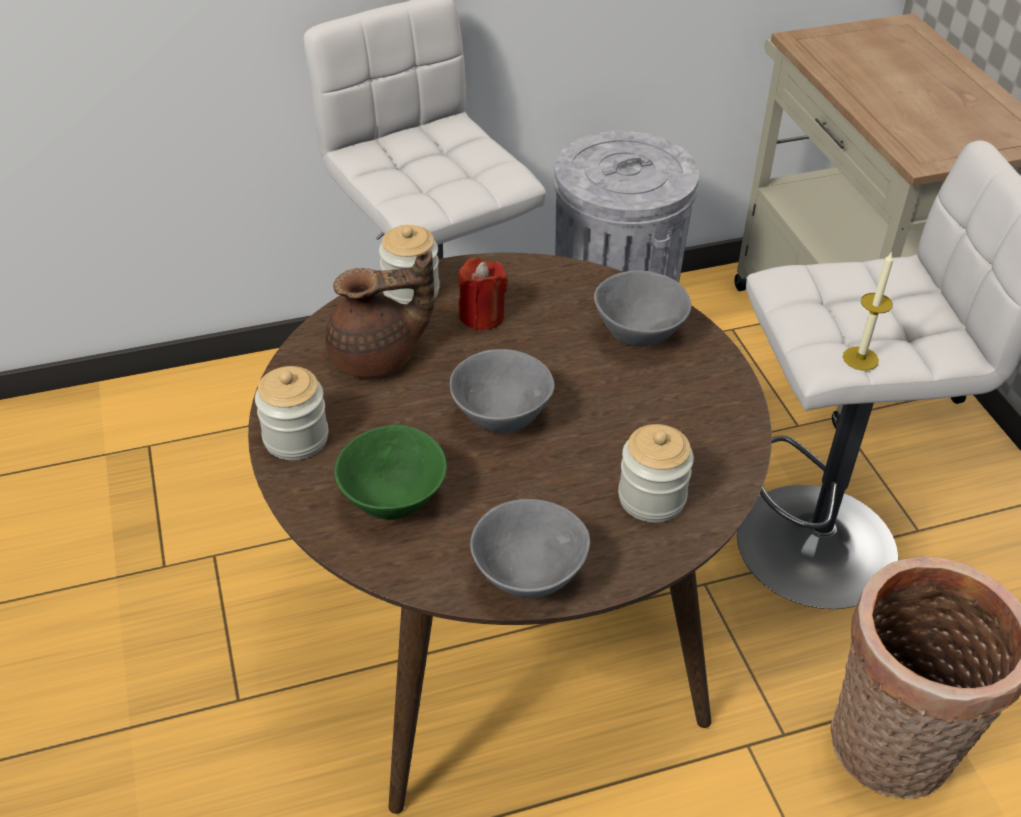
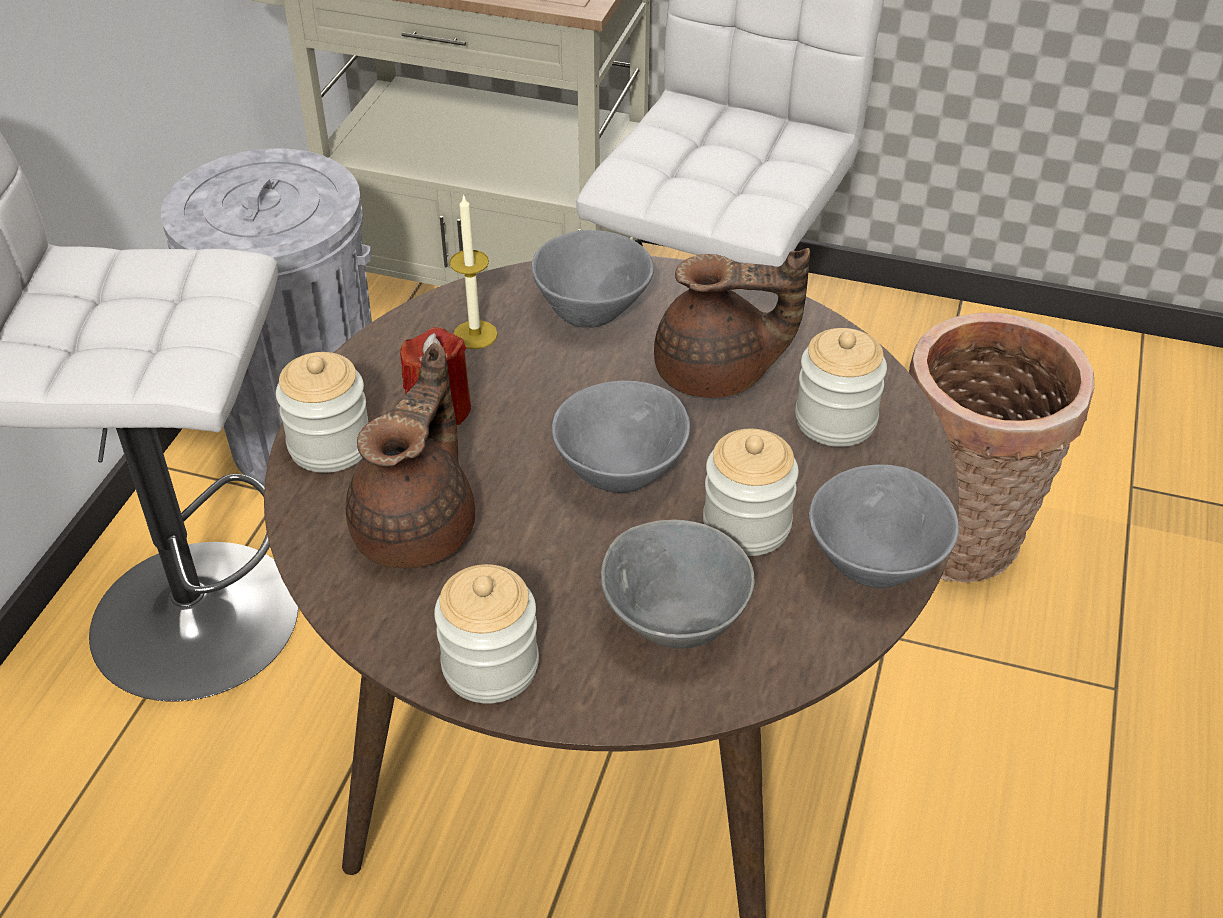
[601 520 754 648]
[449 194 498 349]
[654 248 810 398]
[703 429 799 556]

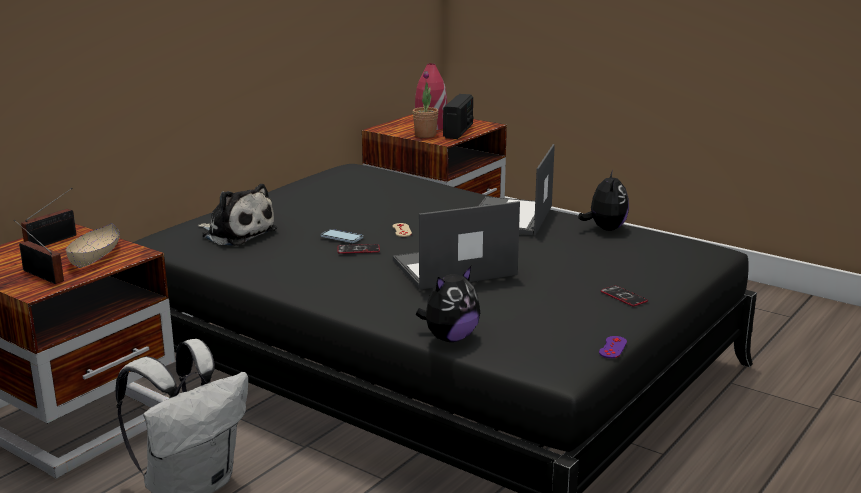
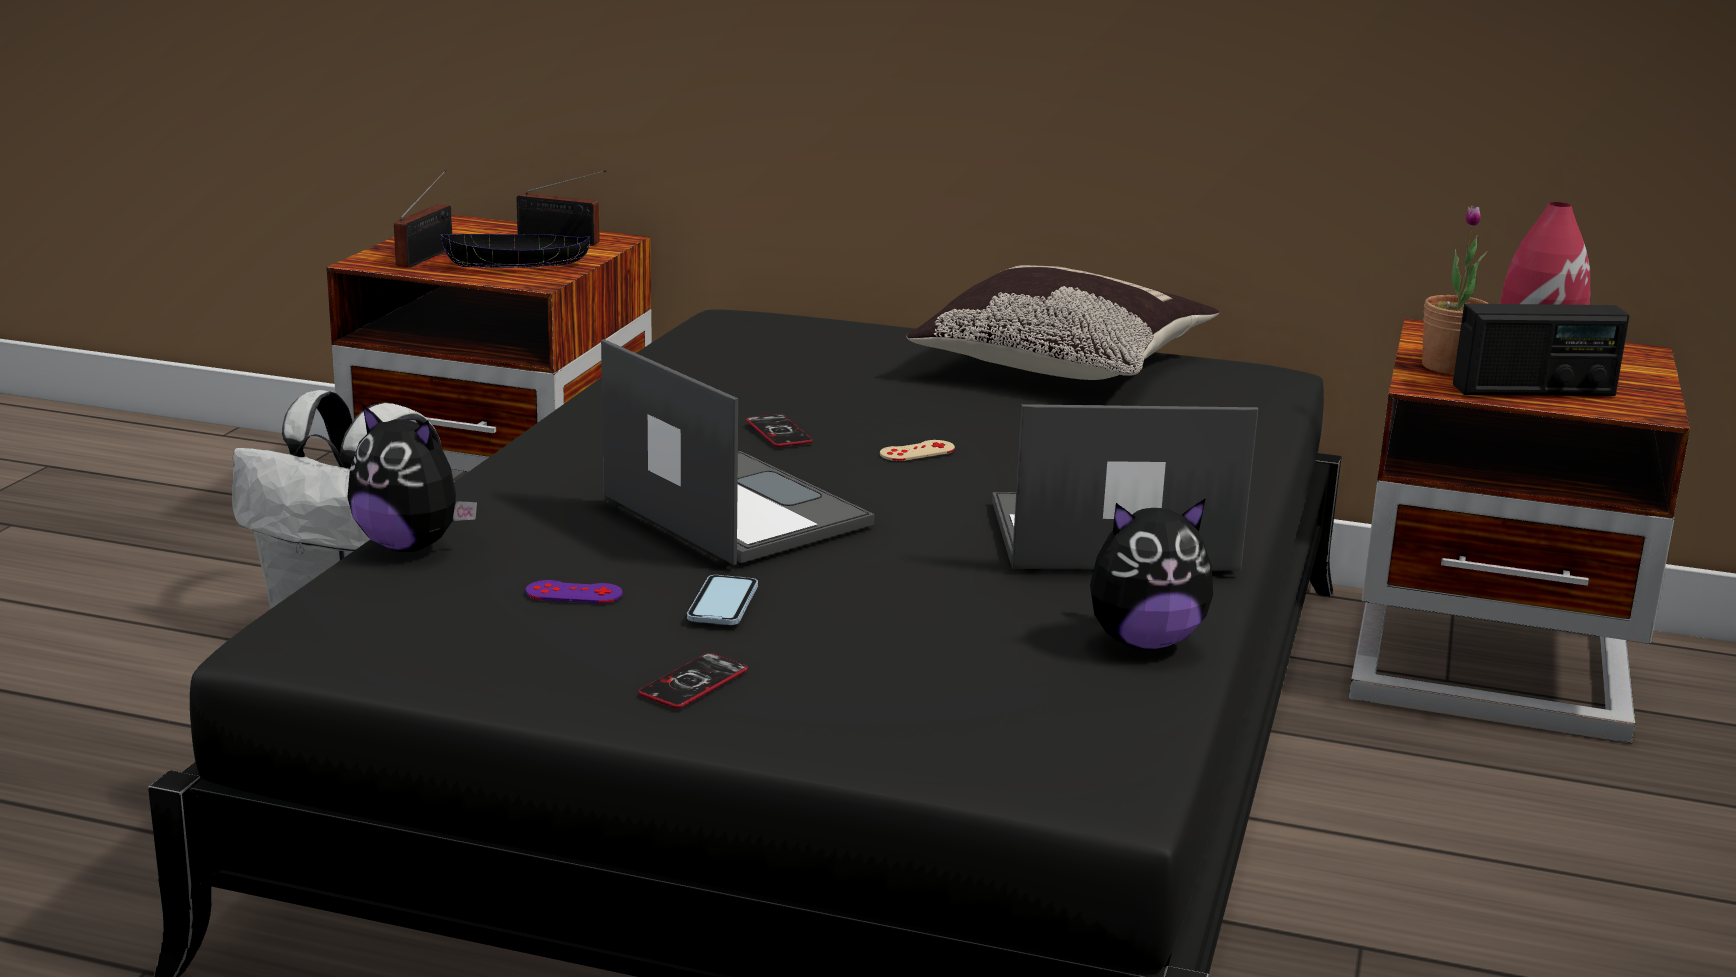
[441 234 590 268]
[198 184 277 246] (first image)
[687 575 758 625]
[525 580 623 603]
[906 265 1219 380]

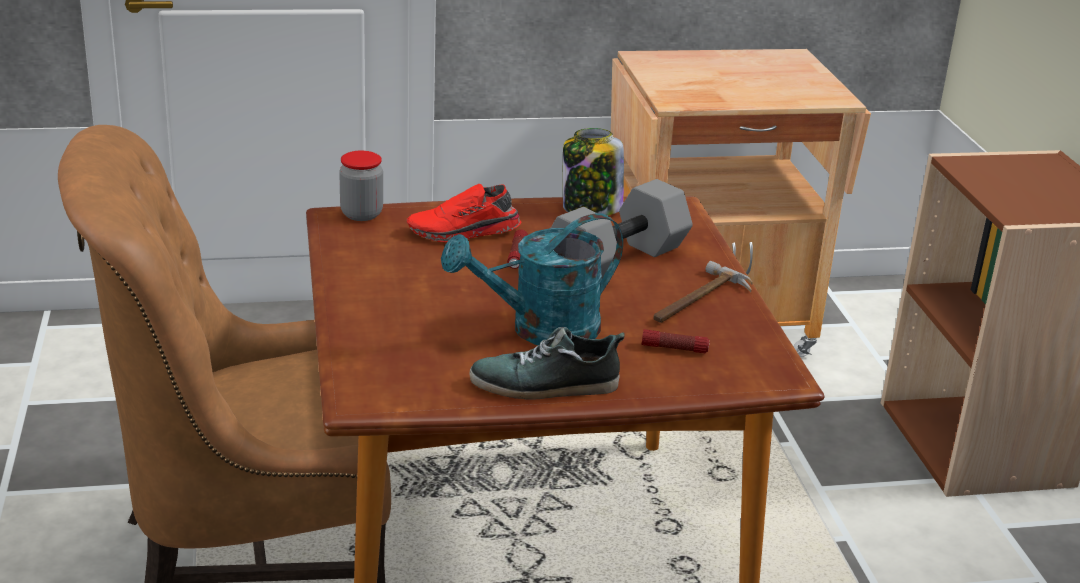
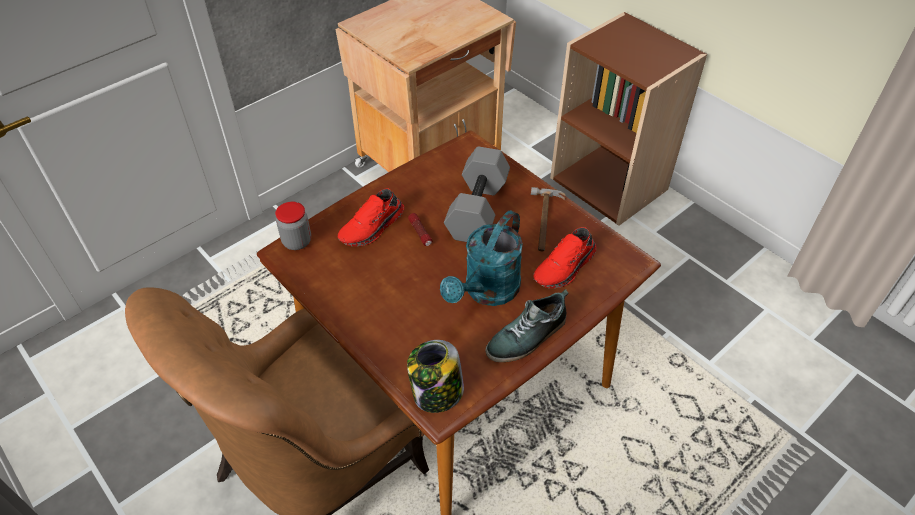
[407 340 464 413]
[533 227 596 288]

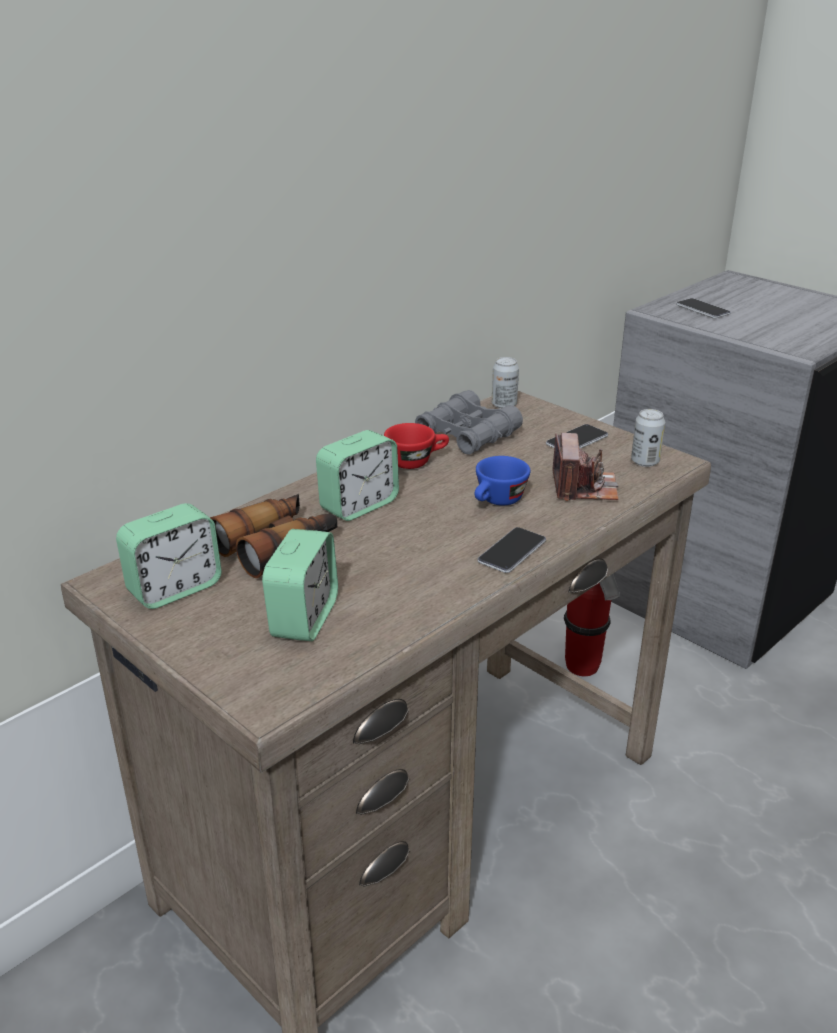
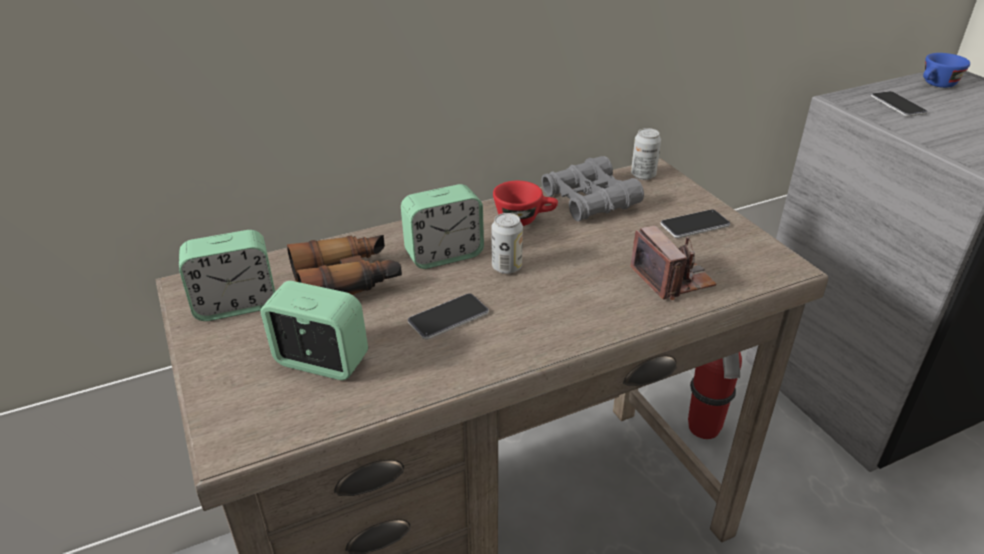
[260 281 368 380]
[923 53 970 88]
[408 293 489 340]
[630 226 717 300]
[492 213 523 274]

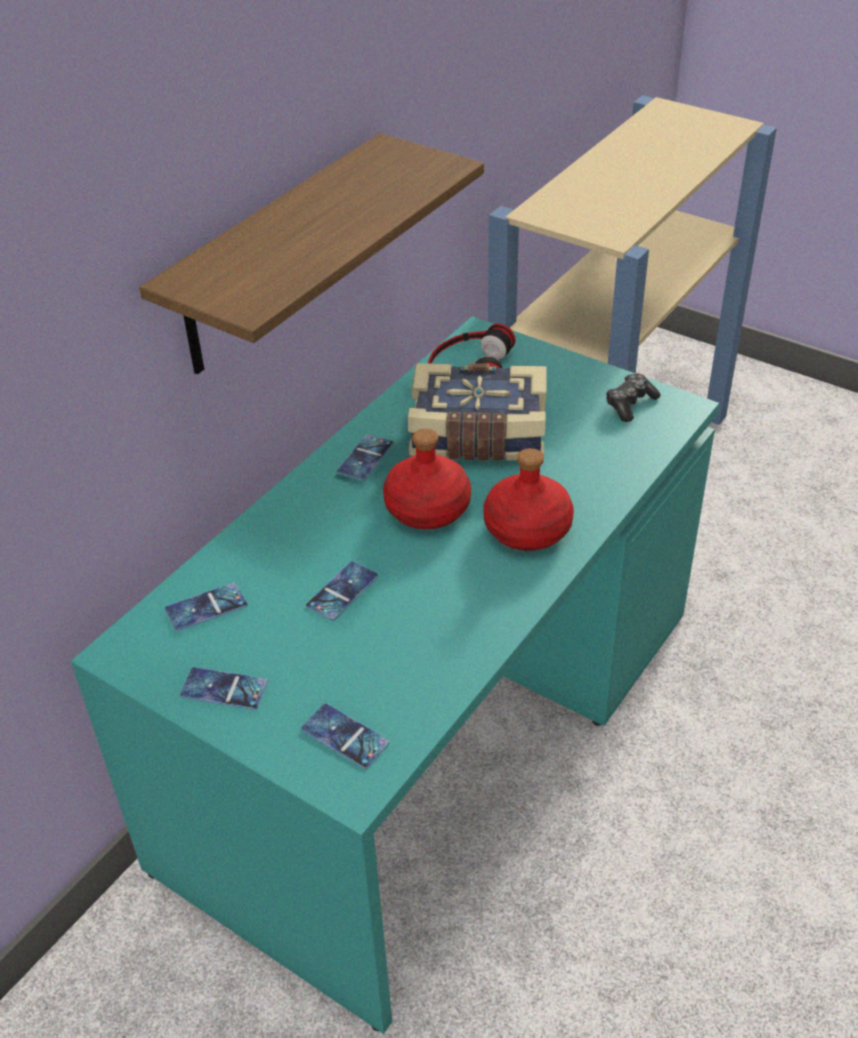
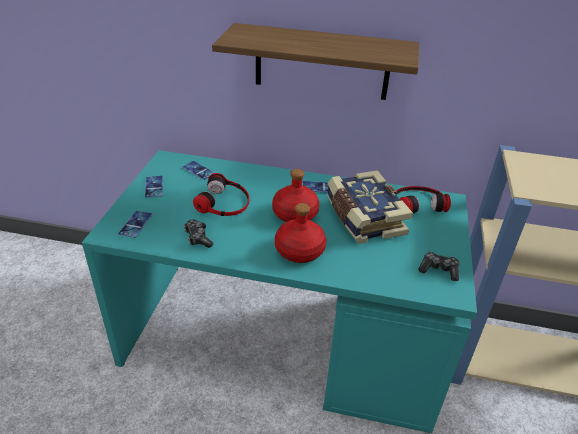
[193 173 249 216]
[184 220 213 248]

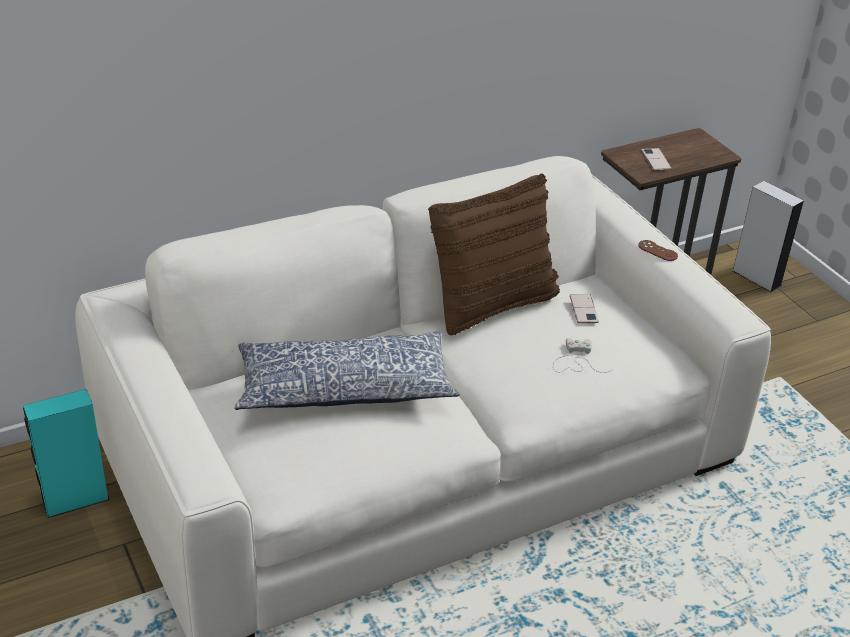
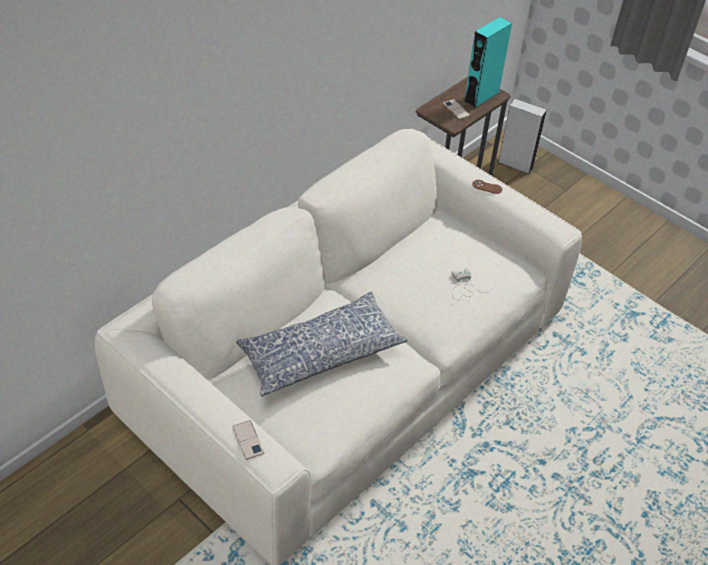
[463 17 512 108]
[428 173 560 335] (first image)
[233 420 264 460]

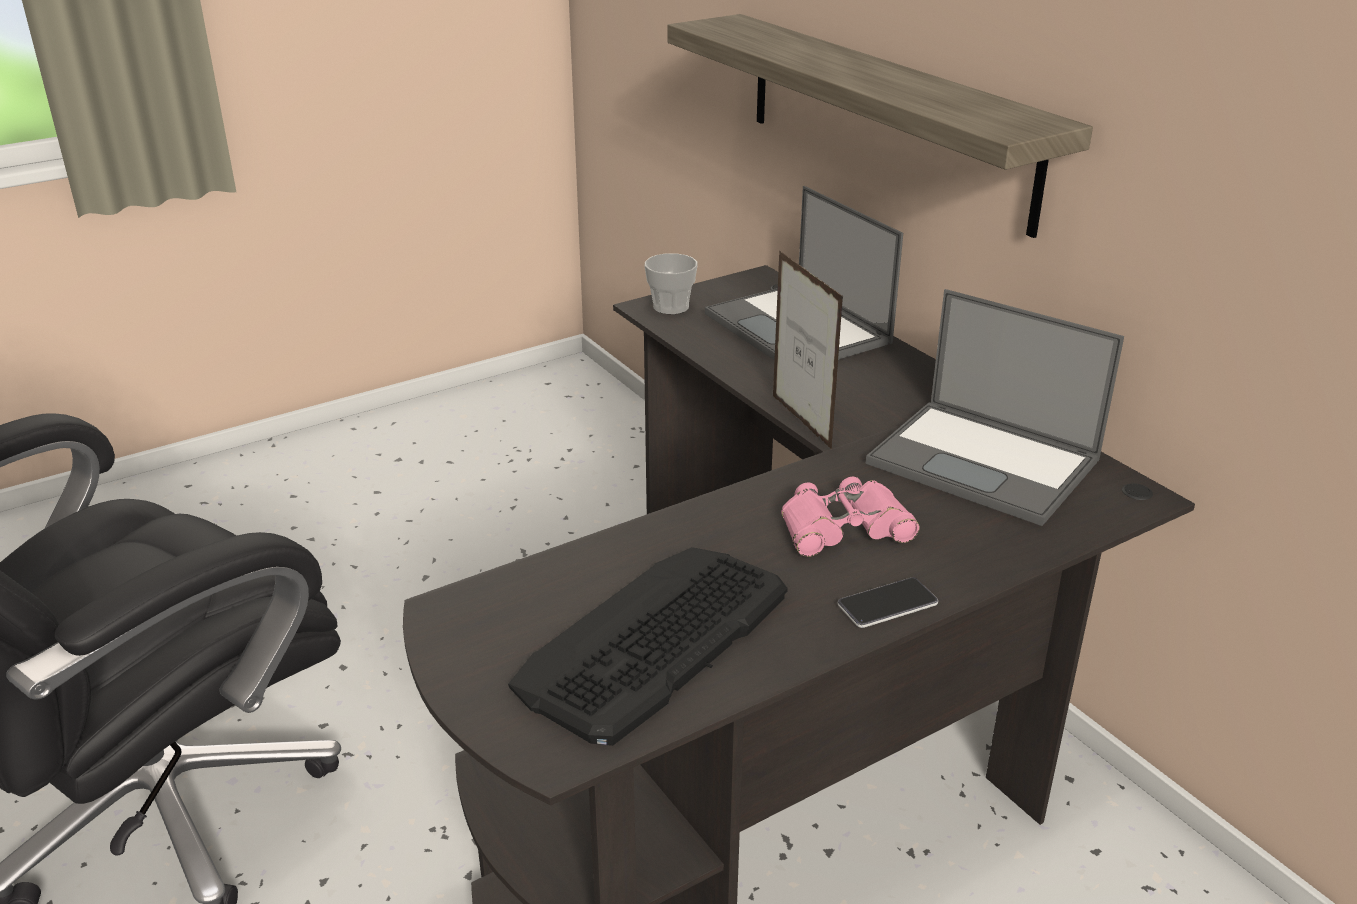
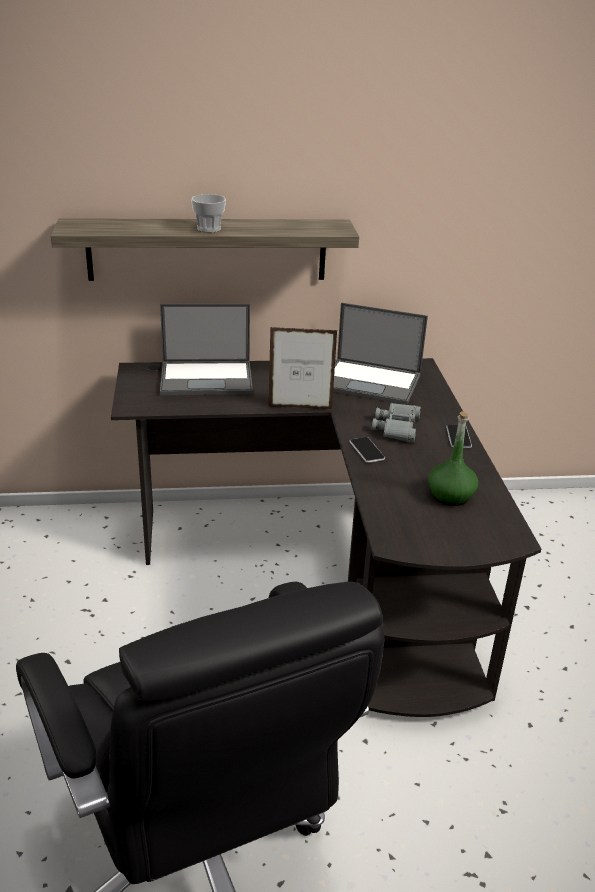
[428 412 478 506]
[191 194 226 233]
[372 403 421 443]
[333 302 428 405]
[350 437 385 463]

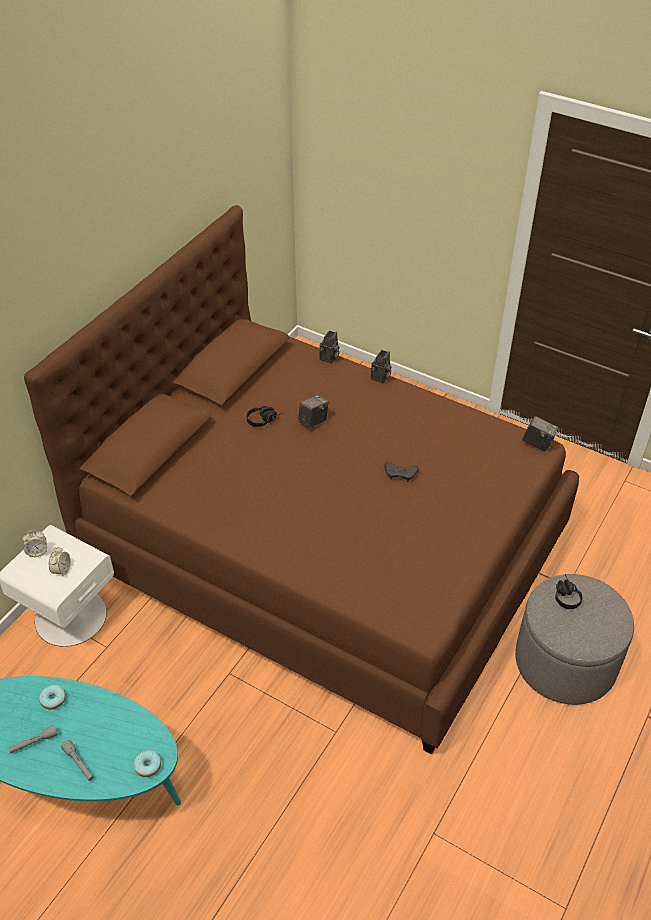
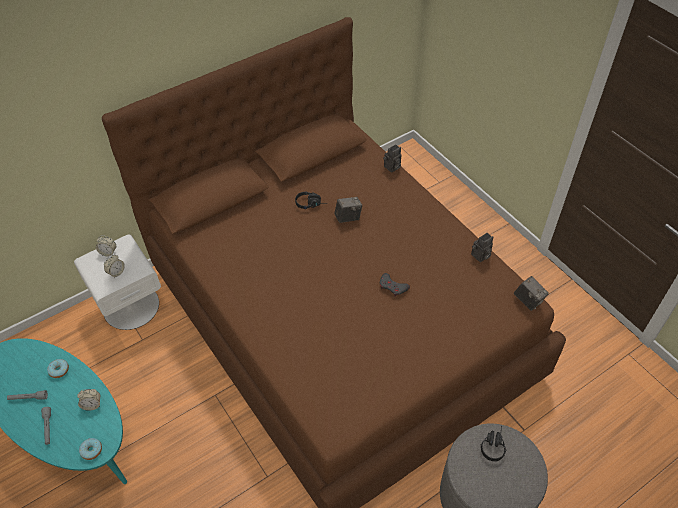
[471 233 493 262]
[77 389 101 411]

